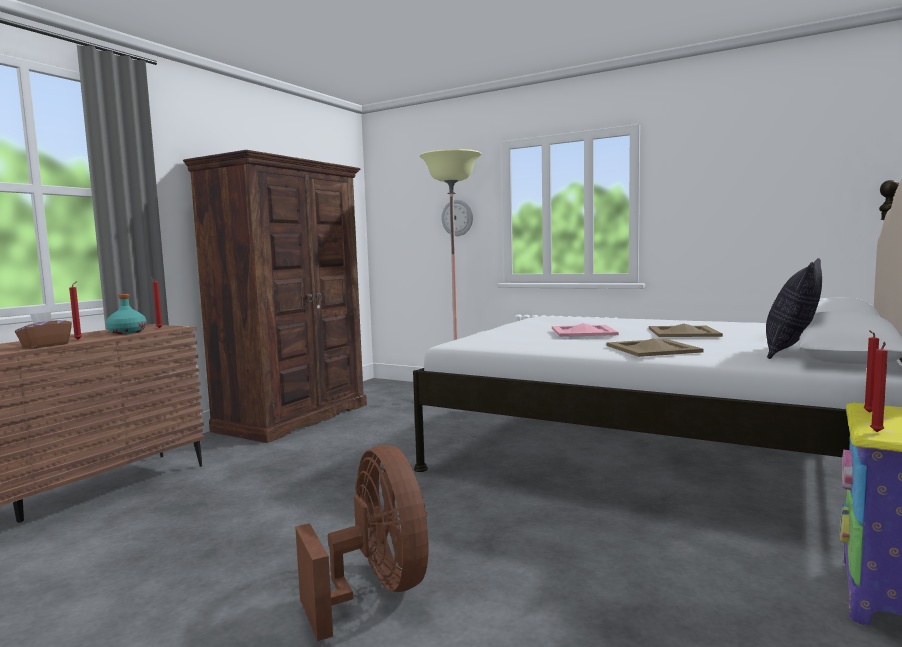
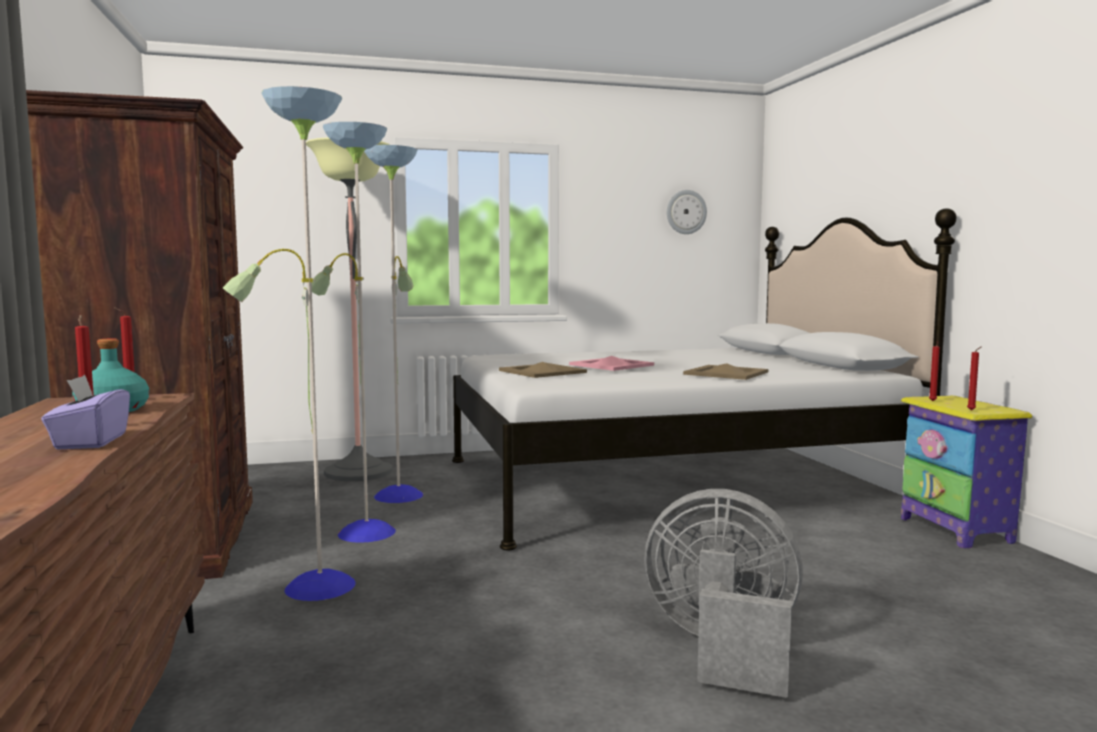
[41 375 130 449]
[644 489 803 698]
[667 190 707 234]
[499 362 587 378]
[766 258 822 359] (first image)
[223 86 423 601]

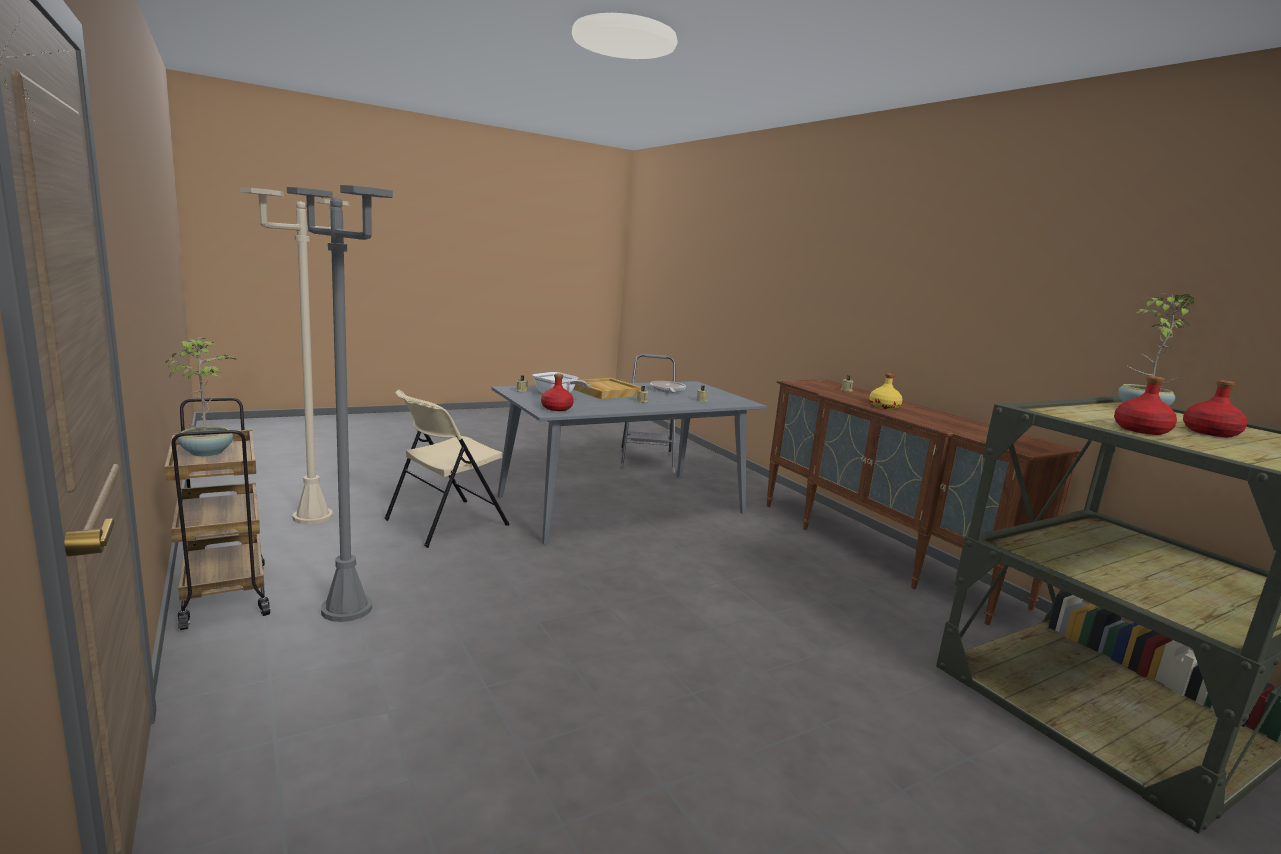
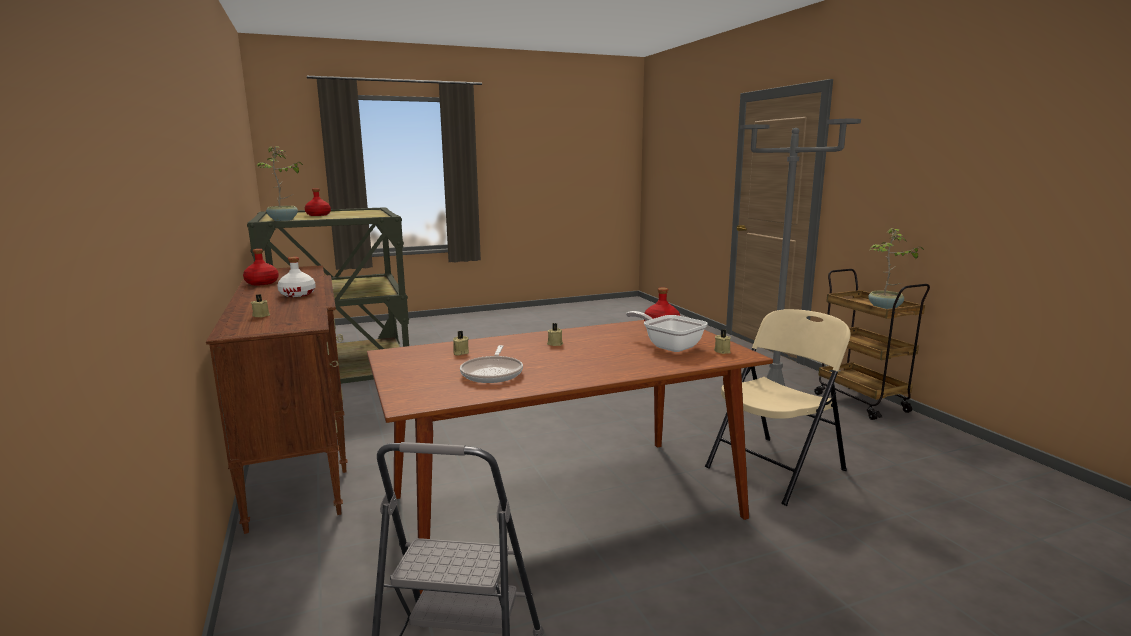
[240 187 350 525] (first image)
[367 320 773 595]
[573 378 641 399] (first image)
[277 257 316 297]
[243 249 279 285]

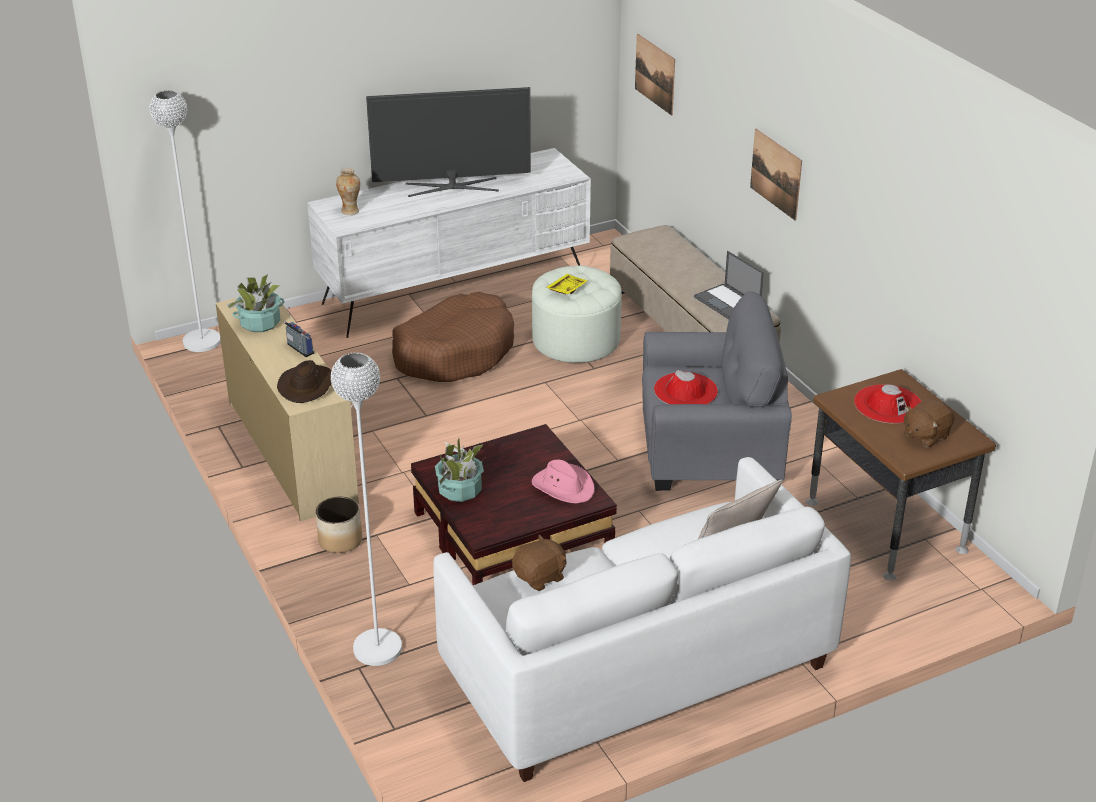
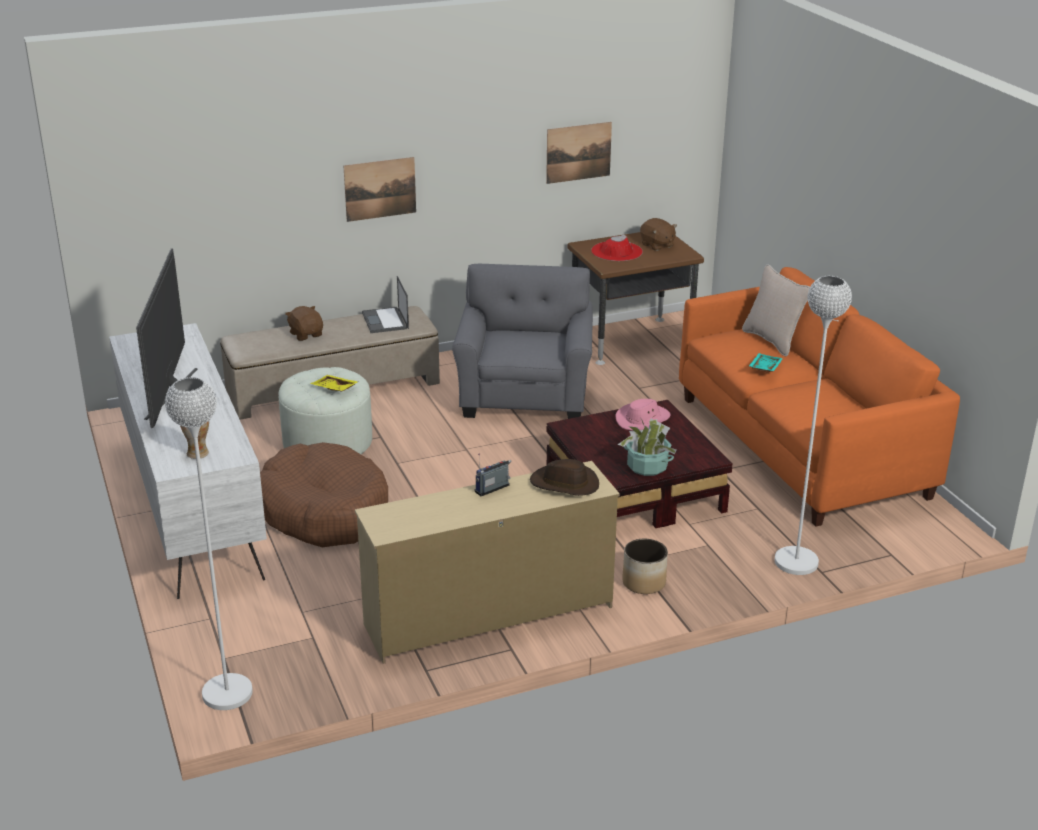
[226 274 284 332] (first image)
[679 267 960 527]
[285 306 323 341]
[546 122 612 184]
[654 370 718 404] (first image)
[362 276 409 333]
[749 353 783 372]

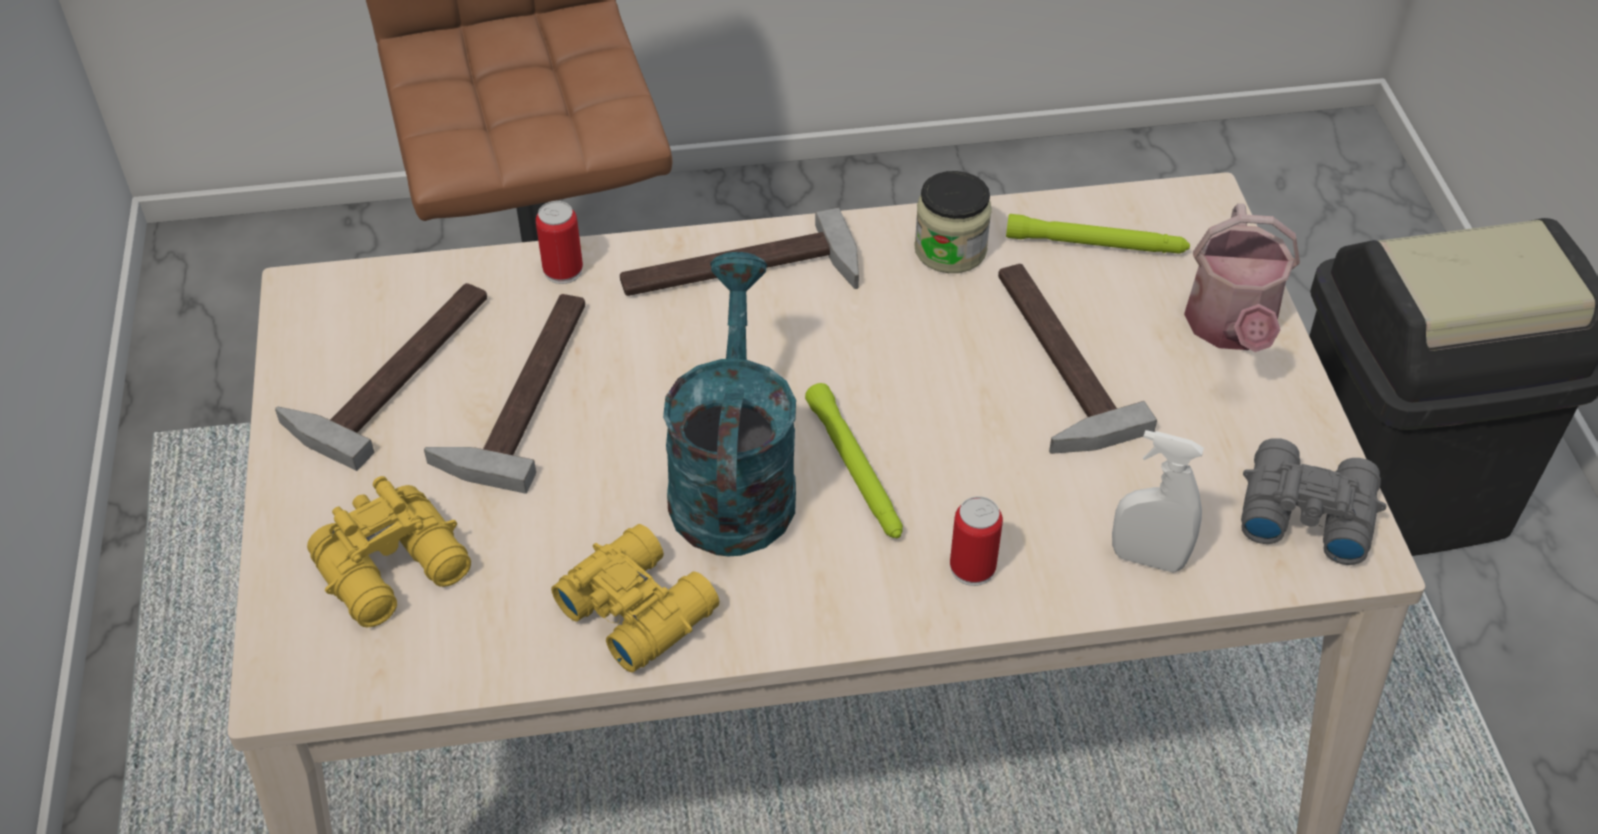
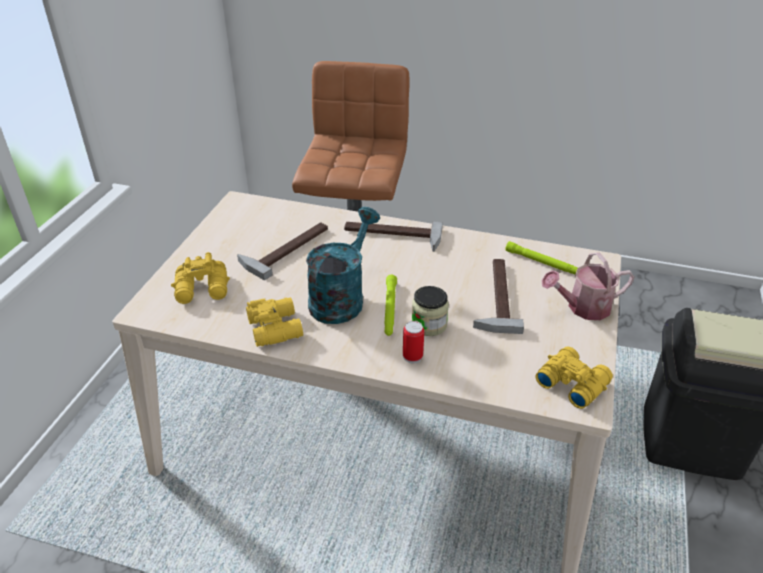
[275 283 487 471] (first image)
[536 201 583 284] (first image)
[412 286 449 336]
[1112 430 1204 573] (first image)
[542 253 634 320]
[535 346 613 409]

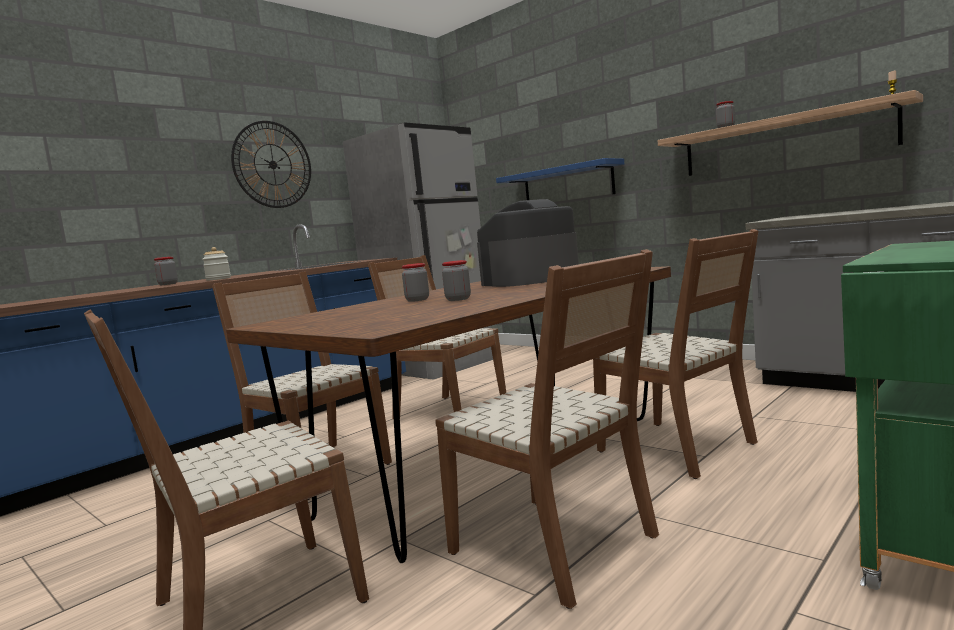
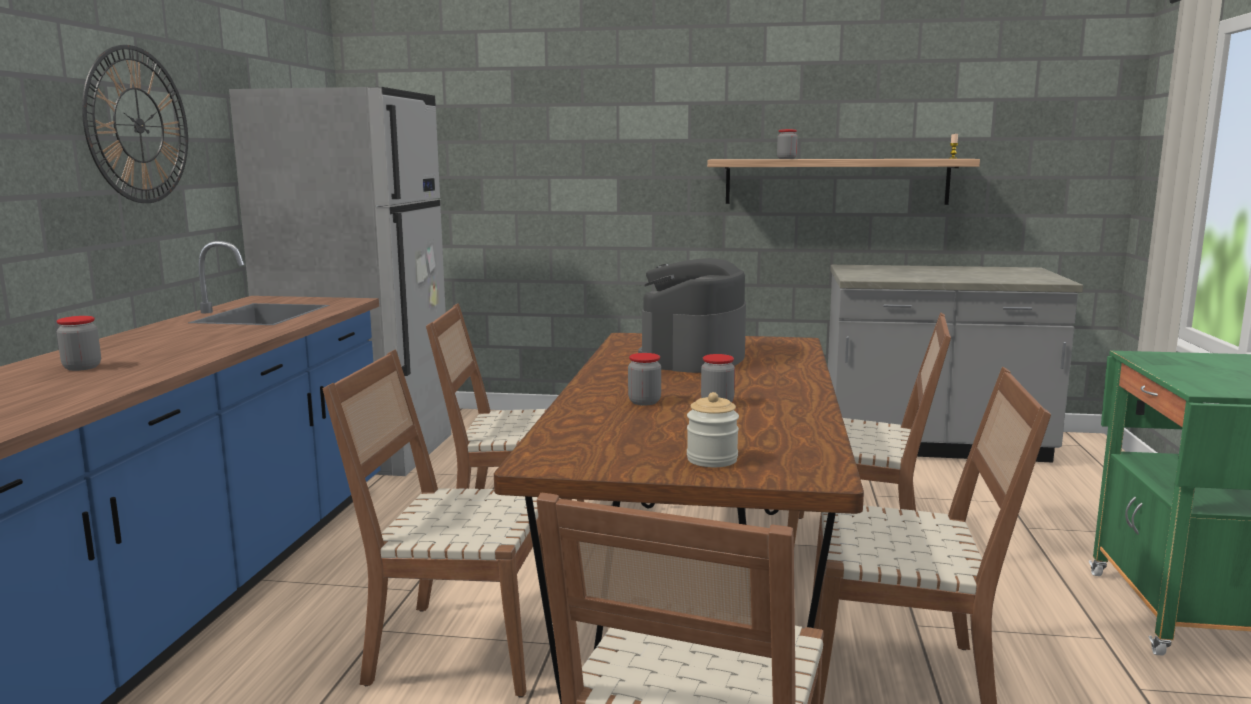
[687 392 739 467]
[496 158 624 200] (first image)

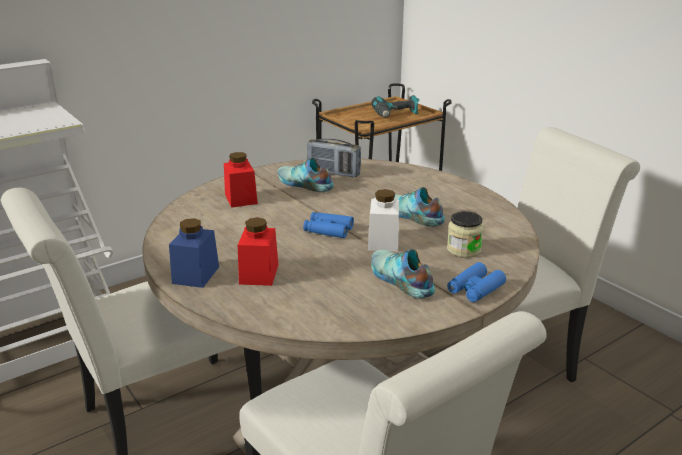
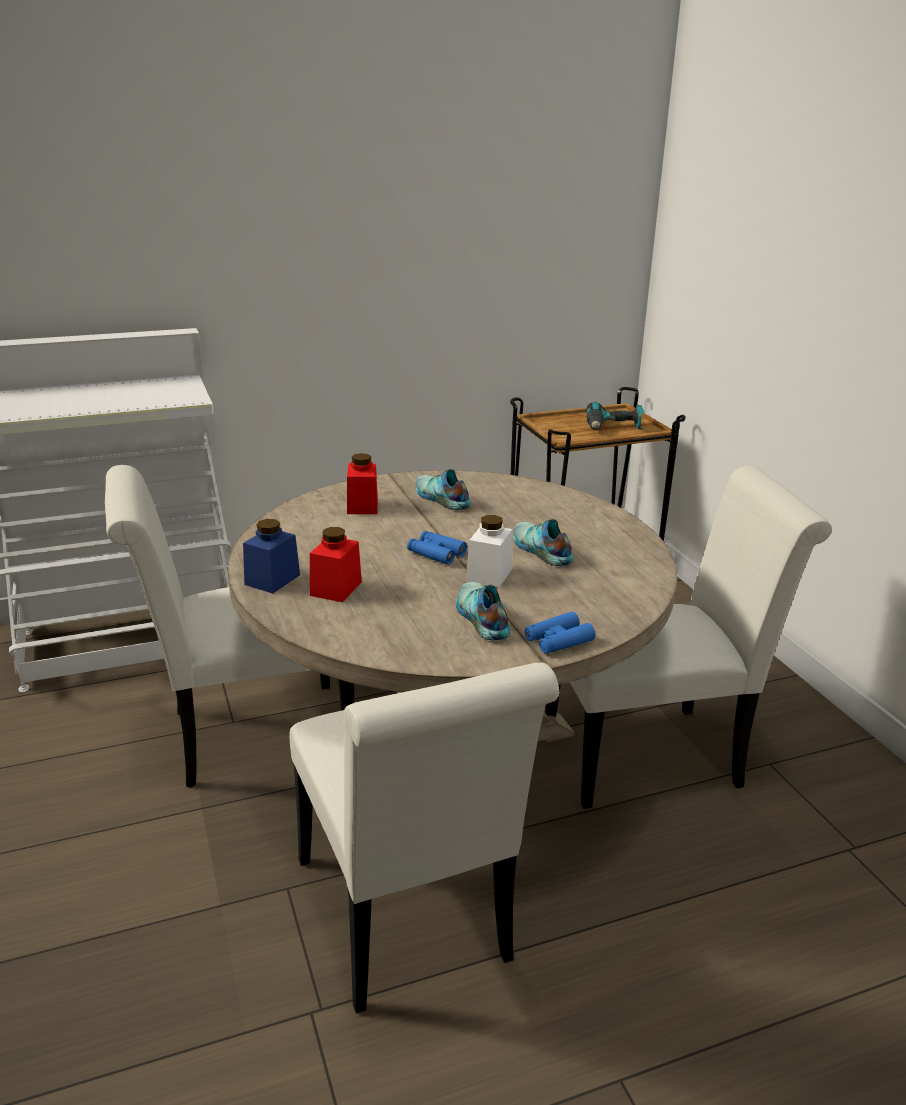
[307 139 361 177] (first image)
[447 211 484 258] (first image)

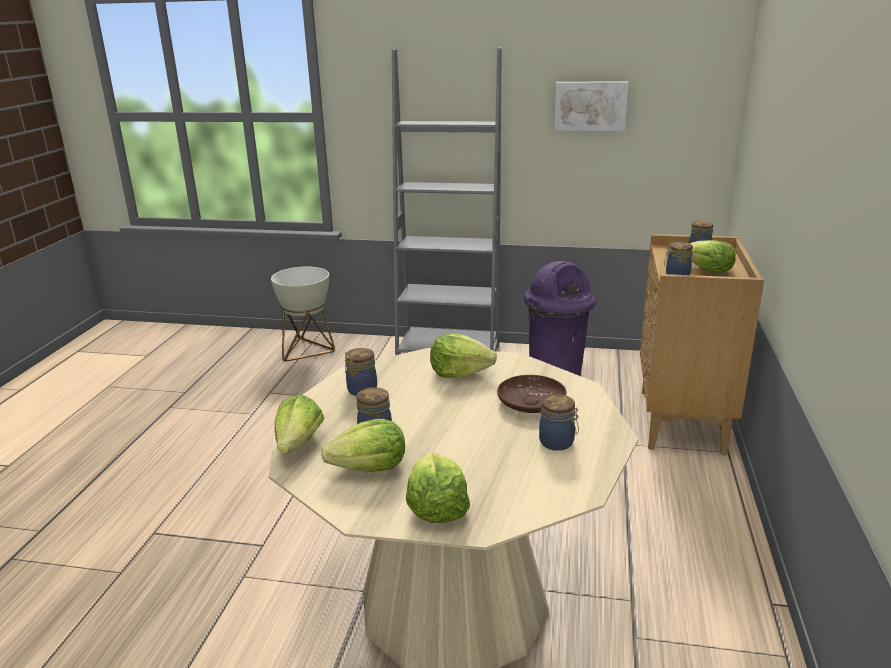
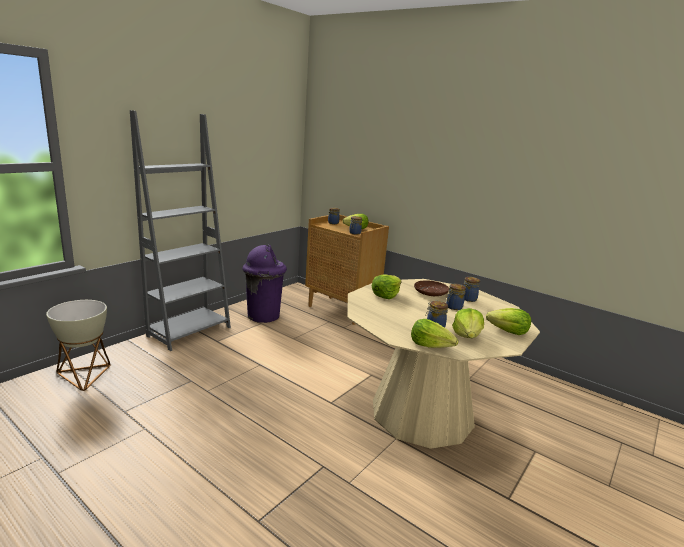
[446 284 466 310]
[554 81 628 131] (first image)

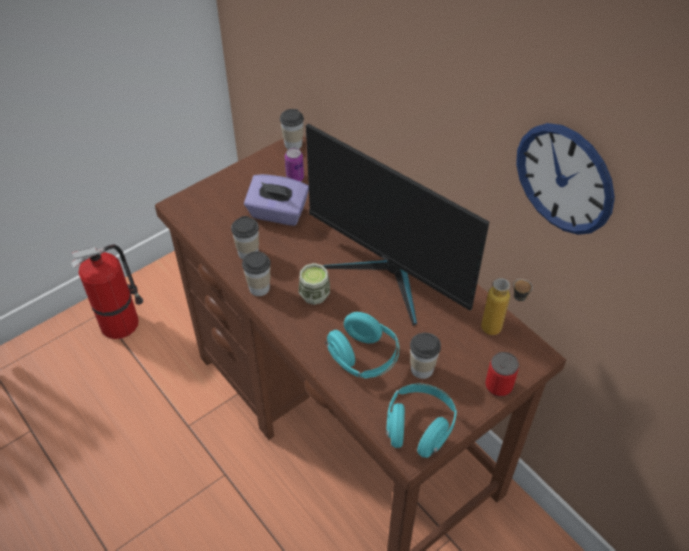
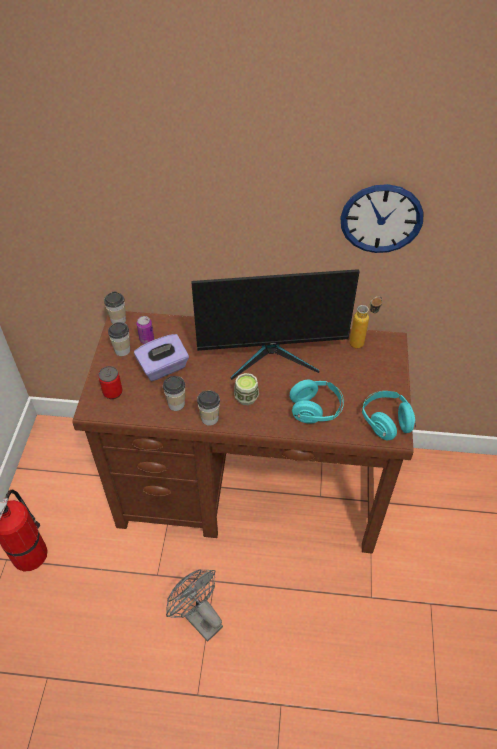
[108 322 130 356]
[98 366 122 399]
[166 569 223 642]

